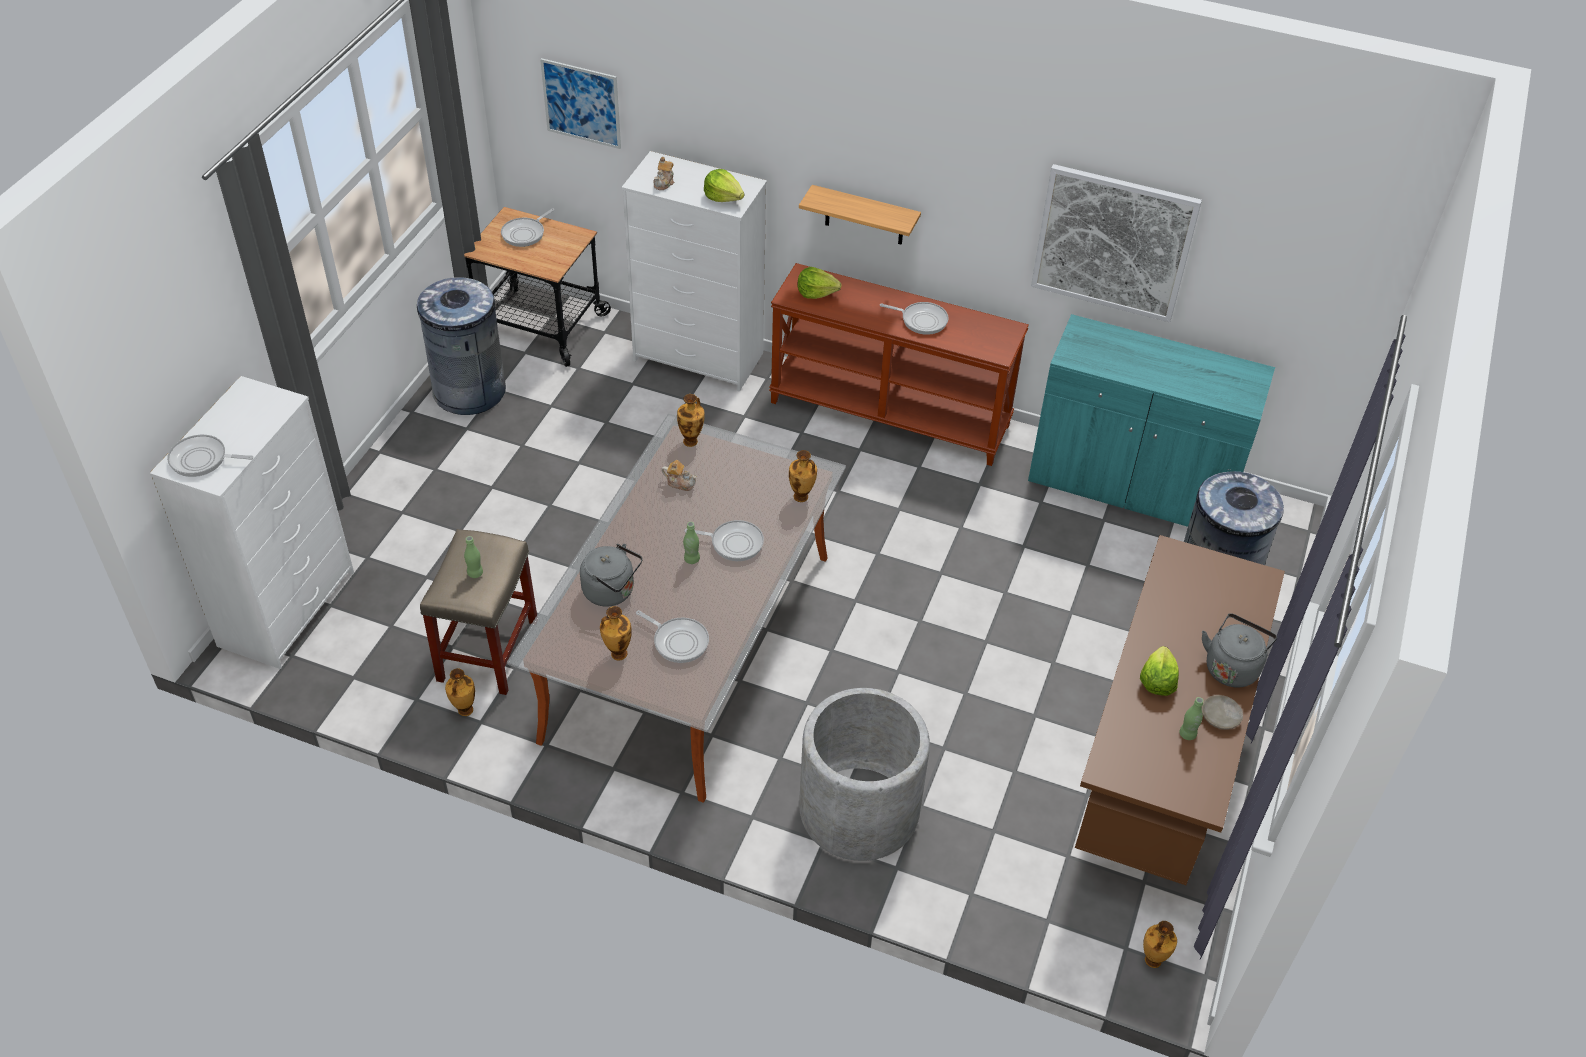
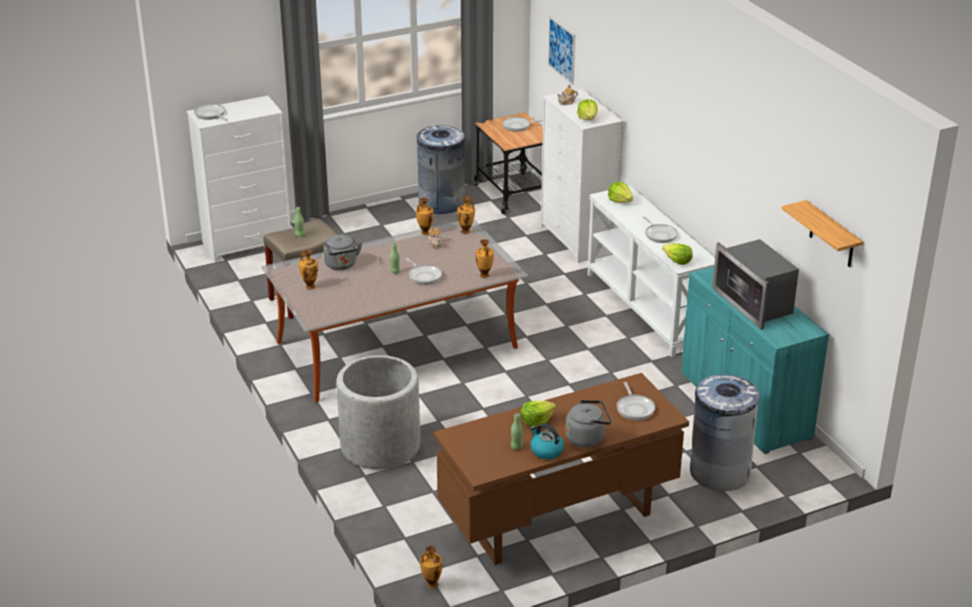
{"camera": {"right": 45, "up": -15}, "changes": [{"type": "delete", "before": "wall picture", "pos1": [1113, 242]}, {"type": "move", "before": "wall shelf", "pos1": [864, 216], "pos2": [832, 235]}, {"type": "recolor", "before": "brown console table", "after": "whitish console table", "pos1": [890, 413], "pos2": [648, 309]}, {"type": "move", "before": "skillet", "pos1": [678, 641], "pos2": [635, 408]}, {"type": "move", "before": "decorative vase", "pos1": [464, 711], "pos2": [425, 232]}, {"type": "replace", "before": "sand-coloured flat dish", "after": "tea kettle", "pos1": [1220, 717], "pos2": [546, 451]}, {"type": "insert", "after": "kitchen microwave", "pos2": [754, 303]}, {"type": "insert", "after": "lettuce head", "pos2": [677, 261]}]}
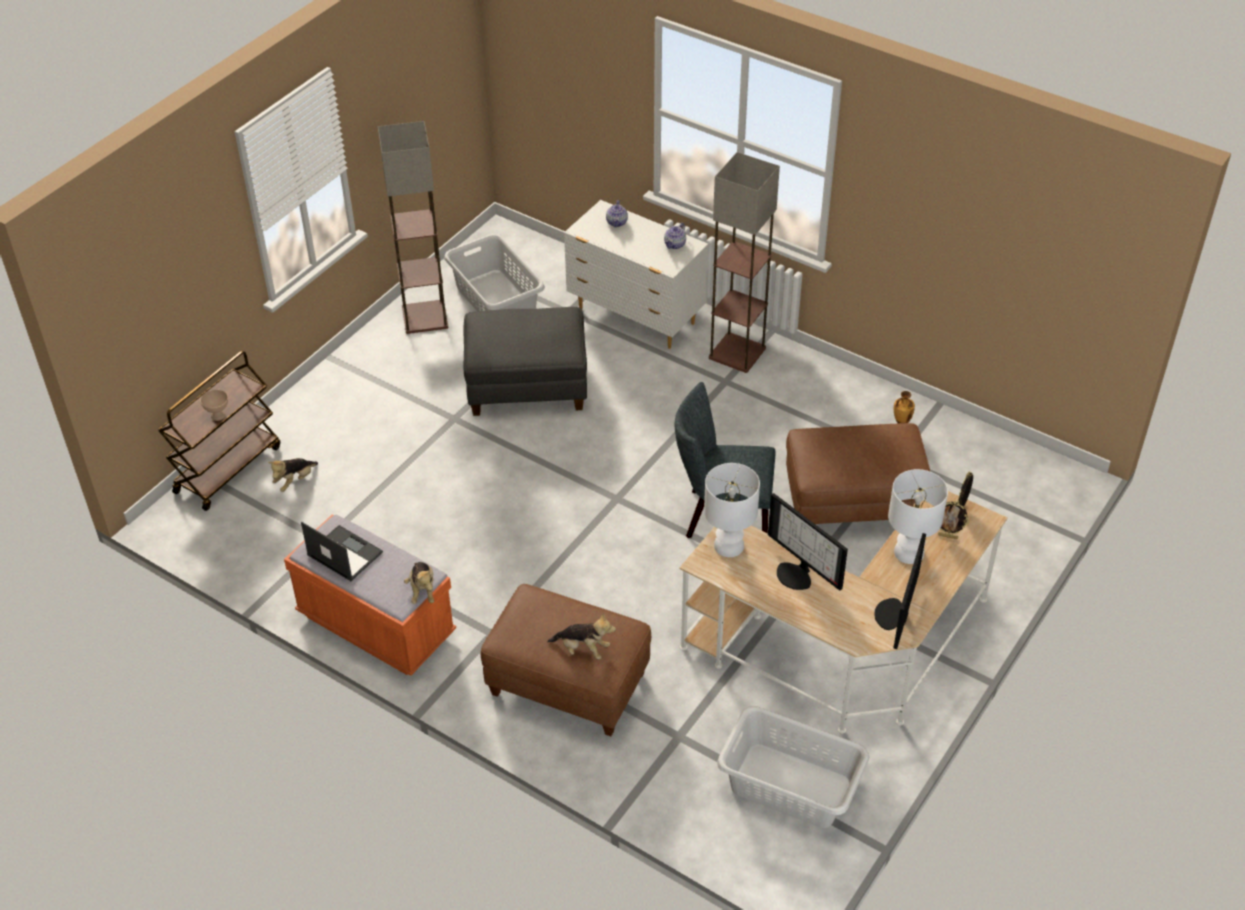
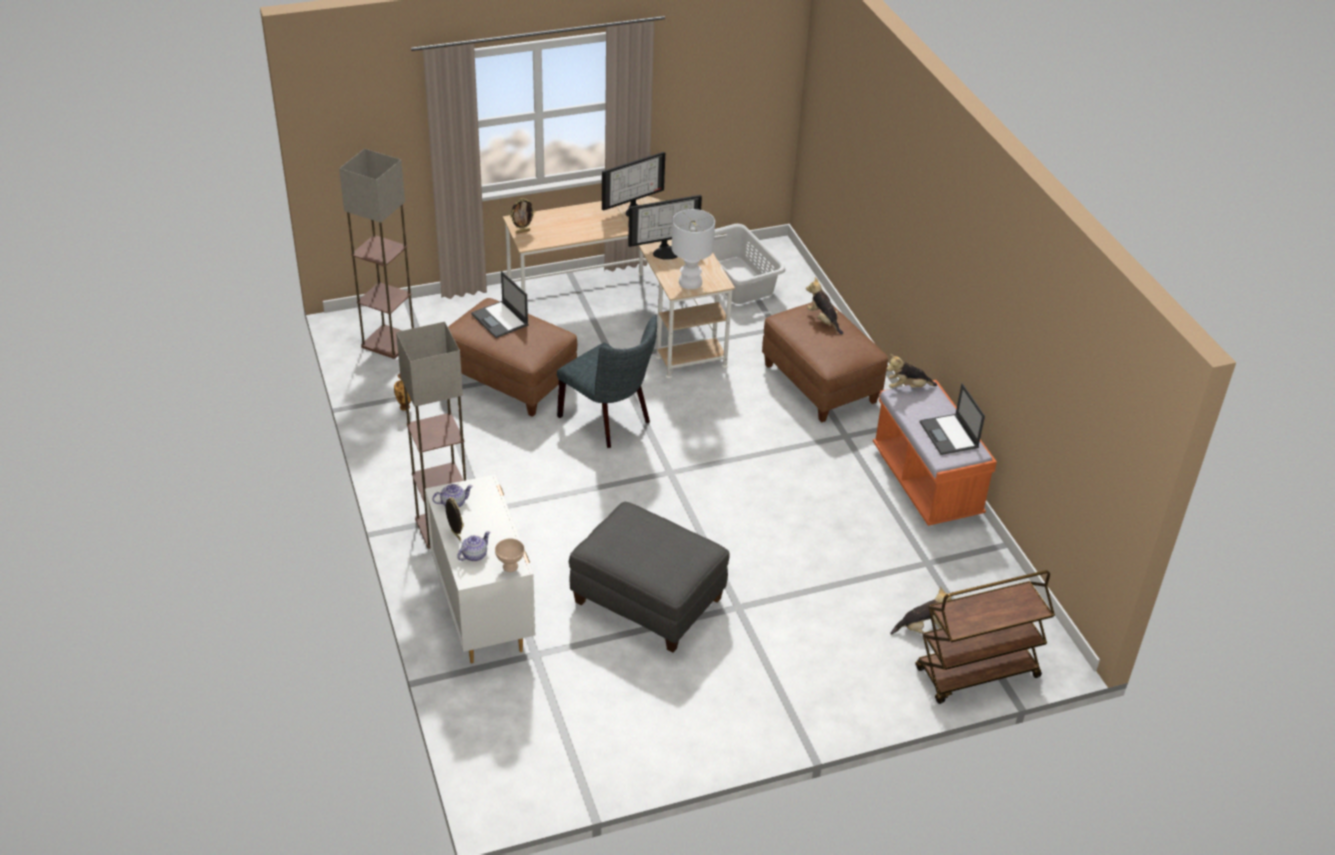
{"camera": {"right": -145, "up": -5}, "changes": [{"type": "move", "before": "standing lamp", "pos1": [425, 317], "pos2": [387, 342]}, {"type": "delete", "before": "gray hamper", "pos1": [495, 299]}, {"type": "move", "before": "sand-coloured serving bowl", "pos1": [217, 416], "pos2": [511, 566]}, {"type": "delete", "before": "whitish lamp for a table", "pos1": [909, 553]}, {"type": "rotate", "before": "computer display", "pos1": [797, 574], "pos2": [667, 251], "turn": 75}, {"type": "move", "before": "photo frame", "pos1": [948, 536], "pos2": [455, 535]}, {"type": "rotate", "before": "soft toy", "pos1": [422, 590], "pos2": [907, 387], "turn": -120}, {"type": "insert", "after": "notebook computer", "pos2": [500, 320]}]}
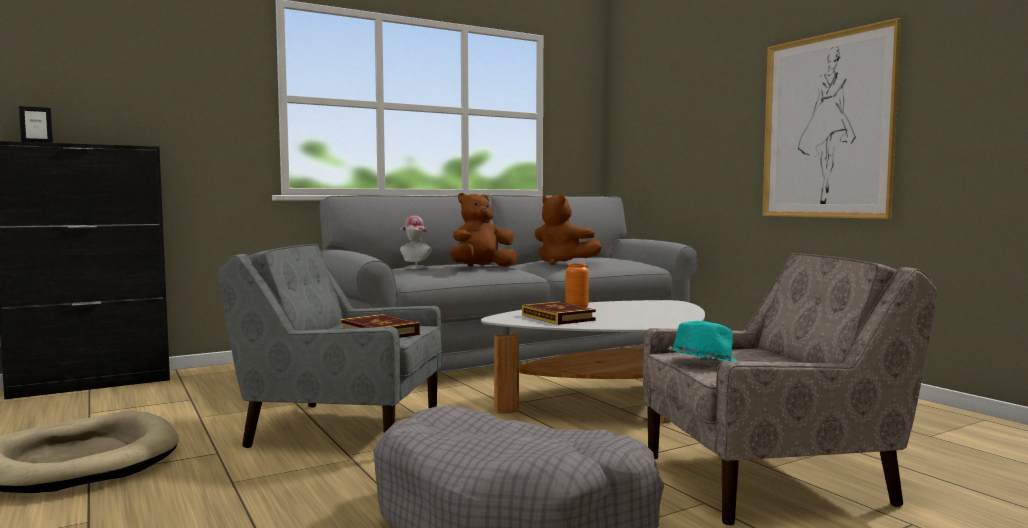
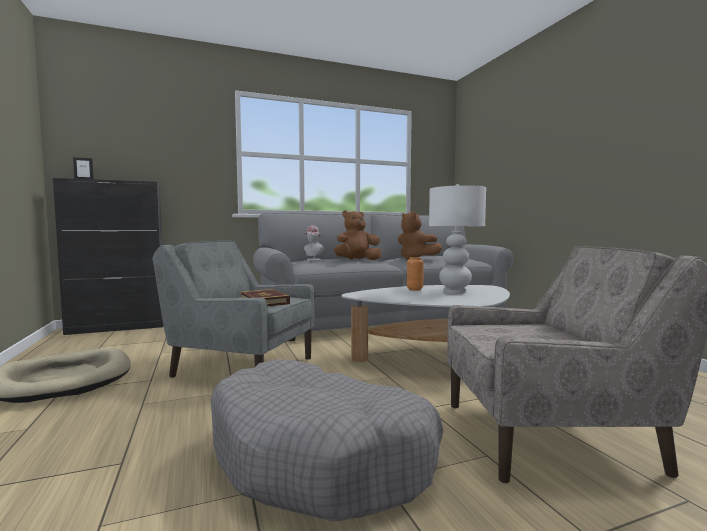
{"camera": {"right": 10, "up": 0}, "changes": [{"type": "delete", "before": "wall picture", "pos1": [826, 126]}, {"type": "delete", "before": "bound book", "pos1": [558, 317]}, {"type": "delete", "before": "blue-green clothing hat", "pos1": [702, 363]}, {"type": "insert", "after": "whitish lamp for a table", "pos2": [455, 292]}]}
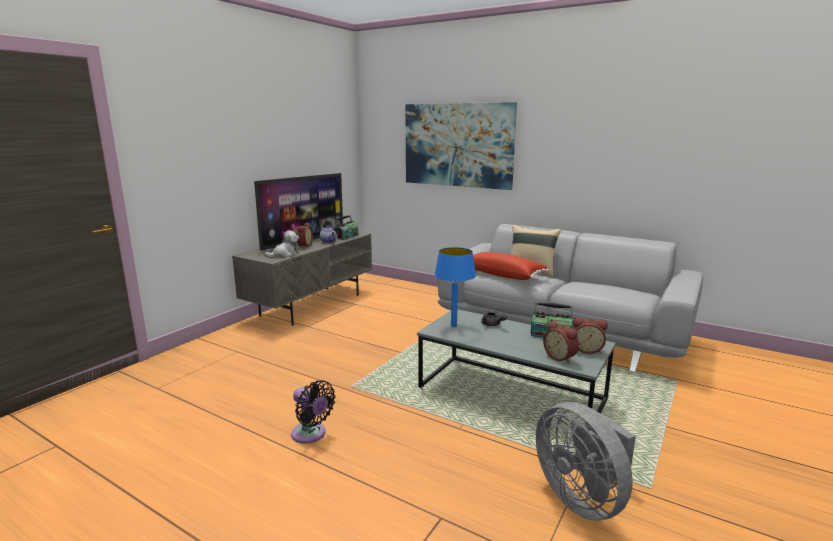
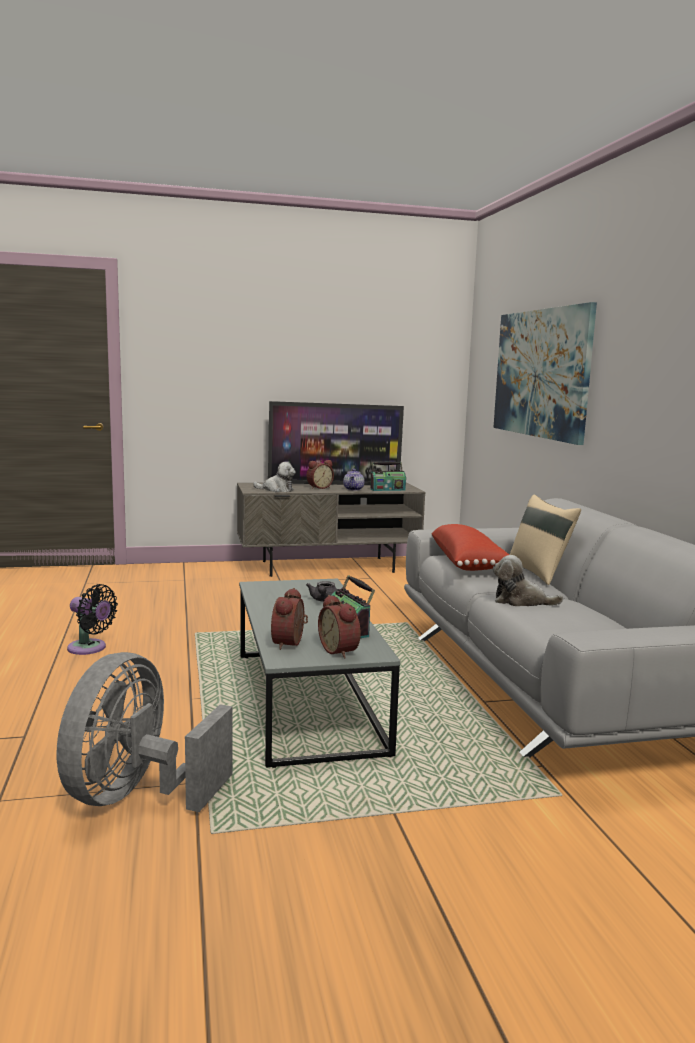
{"camera": {"right": 45, "up": -5}, "changes": [{"type": "delete", "before": "bluish lamp for a table", "pos1": [454, 325]}, {"type": "rotate", "before": "black-coloured electric fan", "pos1": [311, 434], "pos2": [90, 648], "turn": -60}, {"type": "insert", "after": "soft toy", "pos2": [521, 601]}]}
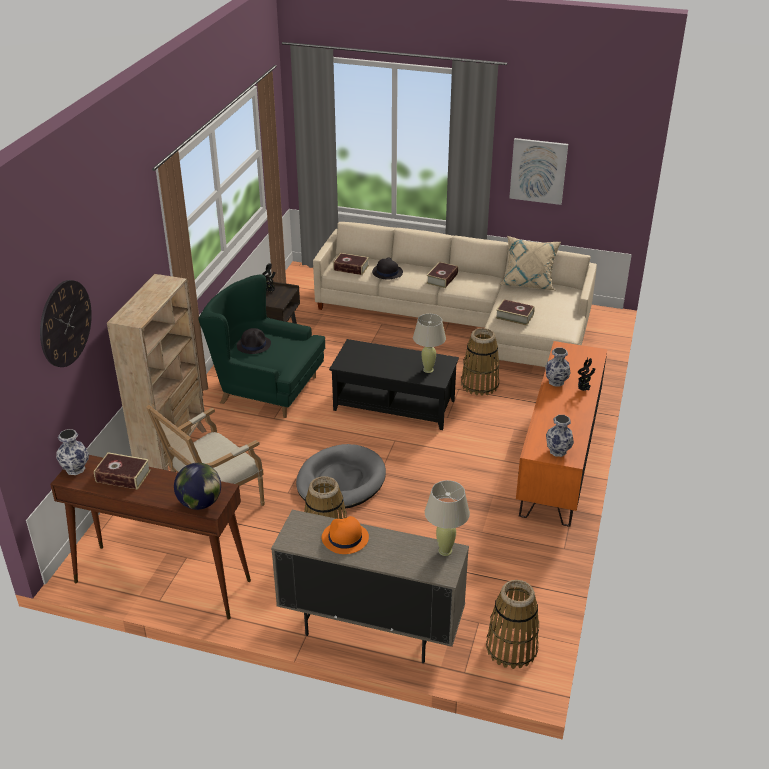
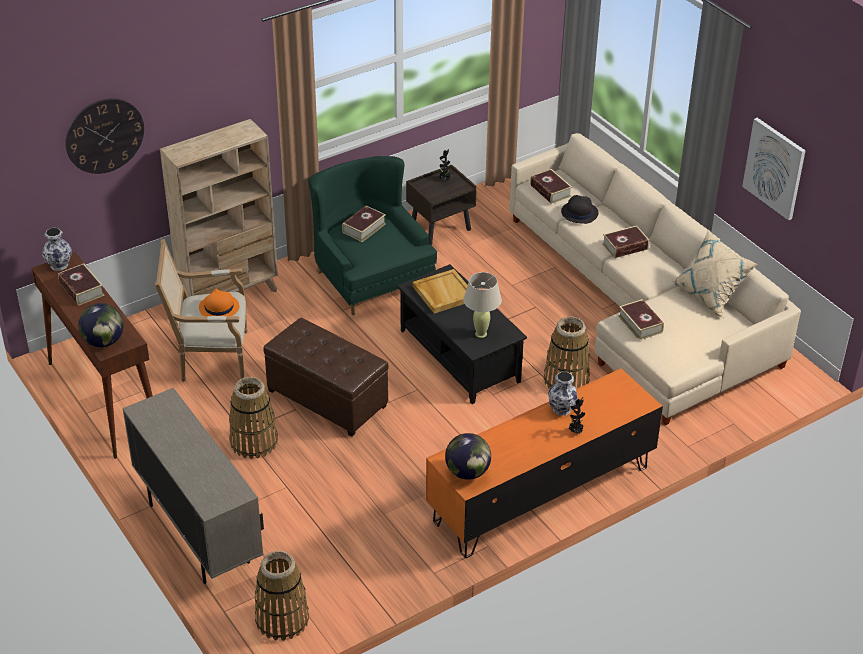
{"camera": {"right": 40, "up": 5}, "changes": [{"type": "replace", "before": "black-coloured clothing hat", "after": "bound book", "pos1": [254, 345], "pos2": [364, 228]}, {"type": "replace", "before": "decorative vase", "after": "desk globe", "pos1": [558, 451], "pos2": [467, 472]}, {"type": "replace", "before": "gray pet bed", "after": "brown footrest", "pos1": [340, 481], "pos2": [327, 399]}, {"type": "delete", "before": "sand-coloured lamp for a table", "pos1": [445, 551]}, {"type": "move", "before": "orange-coloured clothing hat", "pos1": [345, 538], "pos2": [218, 308]}, {"type": "insert", "after": "sand-coloured tray", "pos2": [443, 293]}]}
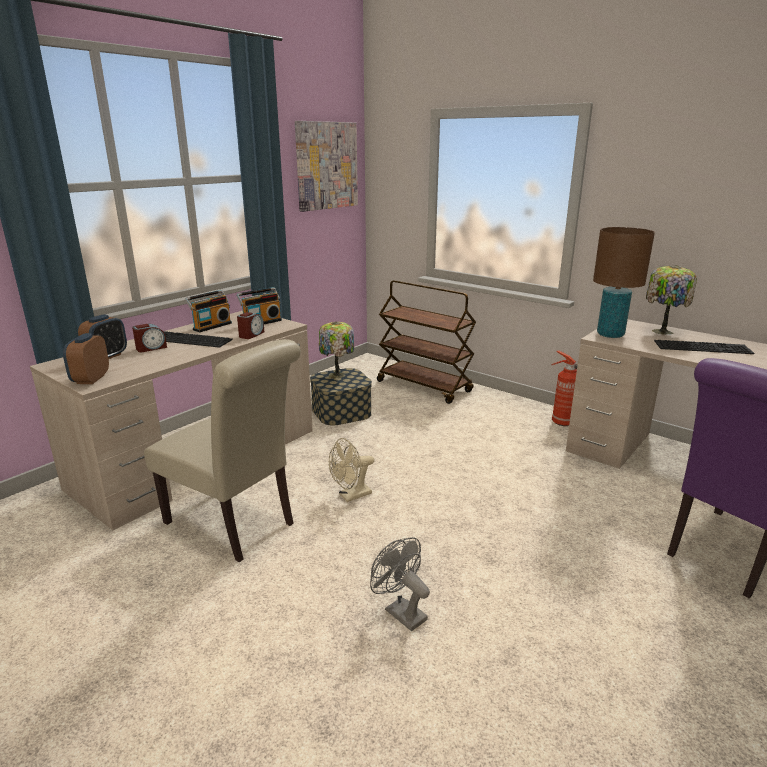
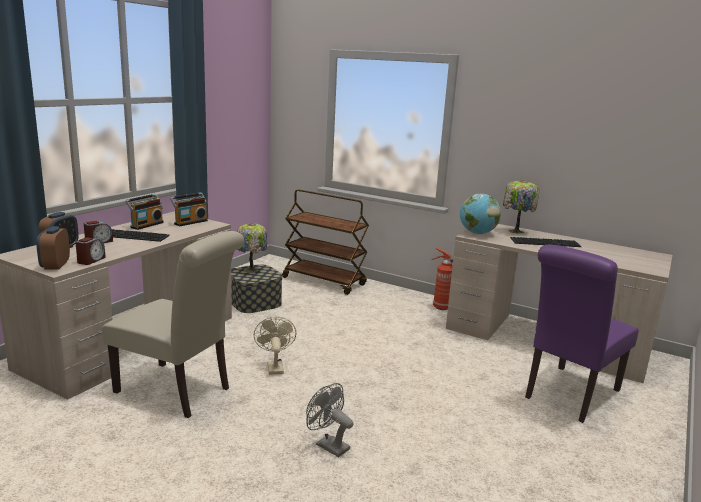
{"camera": {"right": -10, "up": -5}, "changes": [{"type": "delete", "before": "wall picture", "pos1": [326, 166]}, {"type": "replace", "before": "brown lamp for a table", "after": "desk globe", "pos1": [610, 334], "pos2": [477, 233]}, {"type": "move", "before": "bedside clock", "pos1": [251, 335], "pos2": [91, 260]}, {"type": "rotate", "before": "sand-coloured electric fan", "pos1": [351, 496], "pos2": [274, 366], "turn": 120}]}
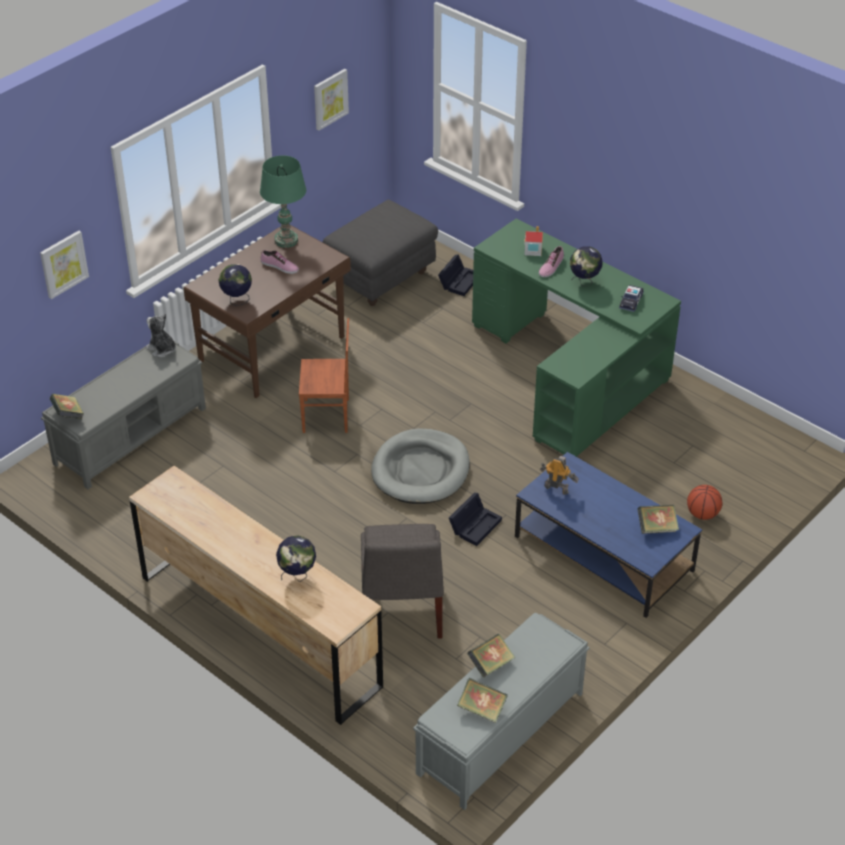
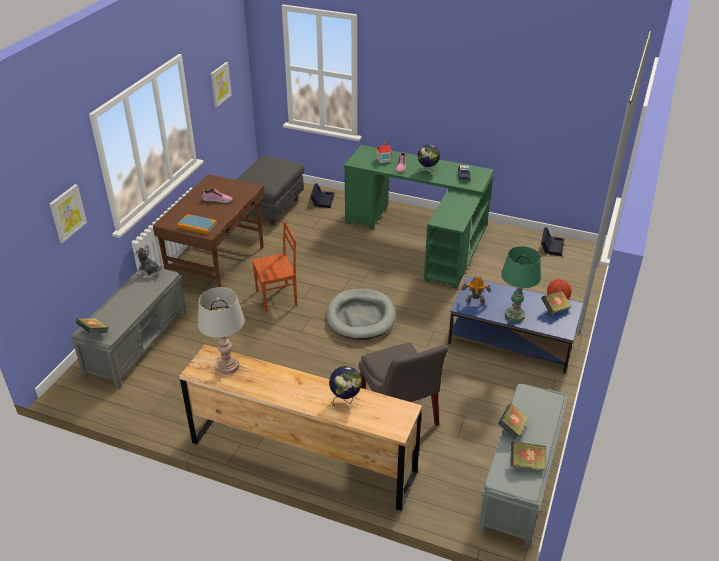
{"camera": {"right": -20, "up": -5}, "changes": [{"type": "move", "before": "green-coloured lamp for a table", "pos1": [286, 240], "pos2": [514, 315]}, {"type": "replace", "before": "desk globe", "after": "bound book", "pos1": [237, 300], "pos2": [197, 226]}, {"type": "move", "before": "black-coloured storage container", "pos1": [475, 524], "pos2": [551, 246]}, {"type": "insert", "after": "gray lamp for a table", "pos2": [227, 366]}]}
